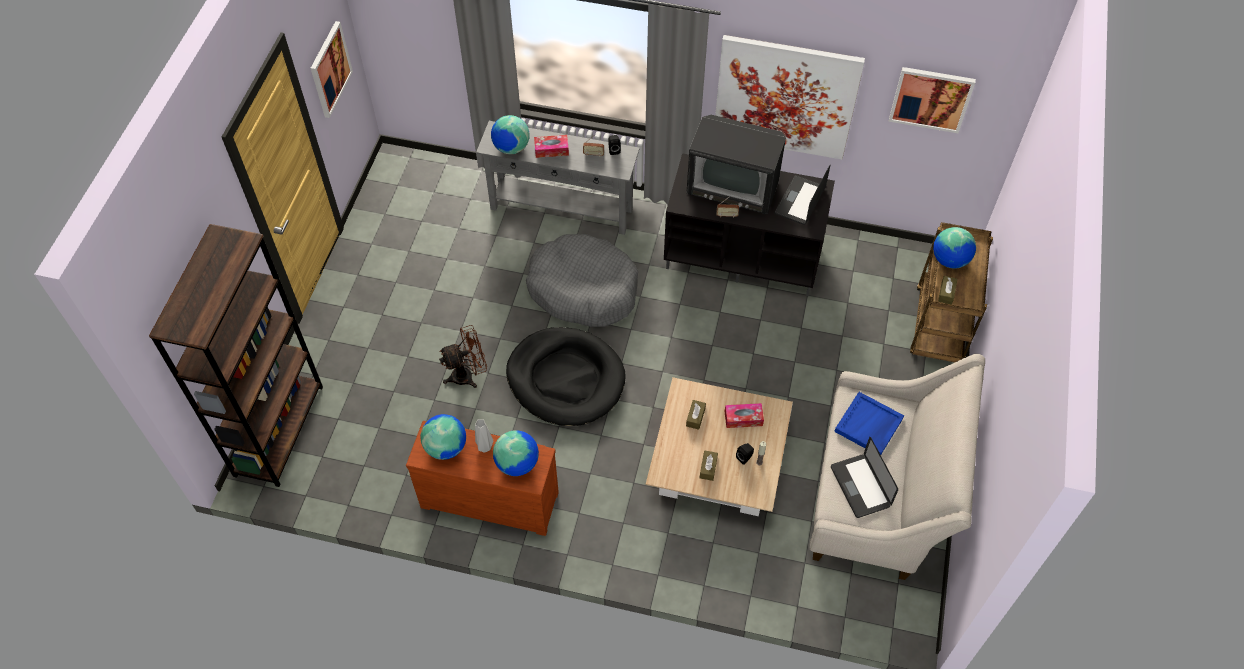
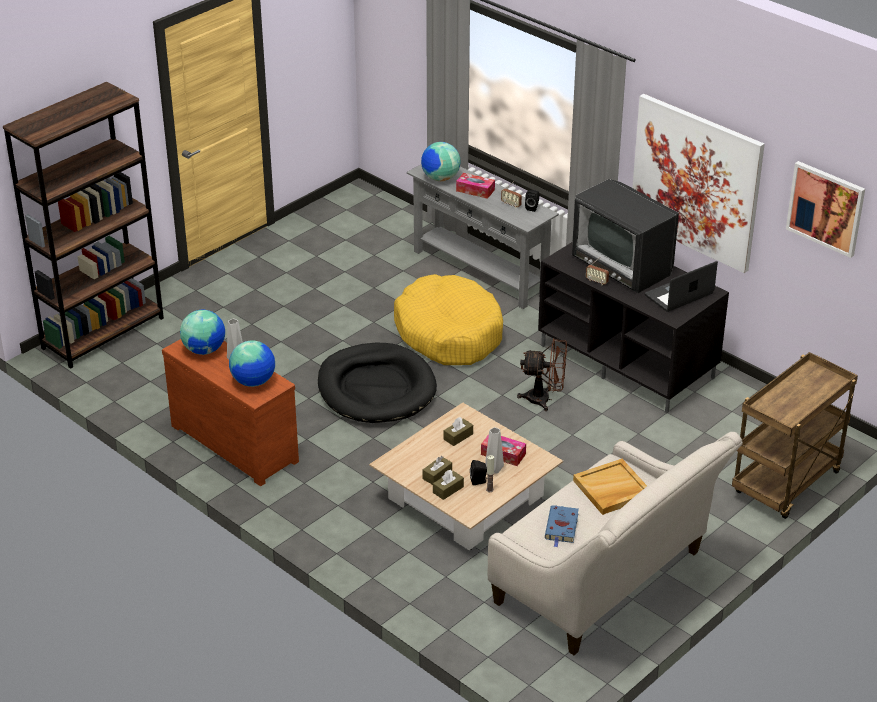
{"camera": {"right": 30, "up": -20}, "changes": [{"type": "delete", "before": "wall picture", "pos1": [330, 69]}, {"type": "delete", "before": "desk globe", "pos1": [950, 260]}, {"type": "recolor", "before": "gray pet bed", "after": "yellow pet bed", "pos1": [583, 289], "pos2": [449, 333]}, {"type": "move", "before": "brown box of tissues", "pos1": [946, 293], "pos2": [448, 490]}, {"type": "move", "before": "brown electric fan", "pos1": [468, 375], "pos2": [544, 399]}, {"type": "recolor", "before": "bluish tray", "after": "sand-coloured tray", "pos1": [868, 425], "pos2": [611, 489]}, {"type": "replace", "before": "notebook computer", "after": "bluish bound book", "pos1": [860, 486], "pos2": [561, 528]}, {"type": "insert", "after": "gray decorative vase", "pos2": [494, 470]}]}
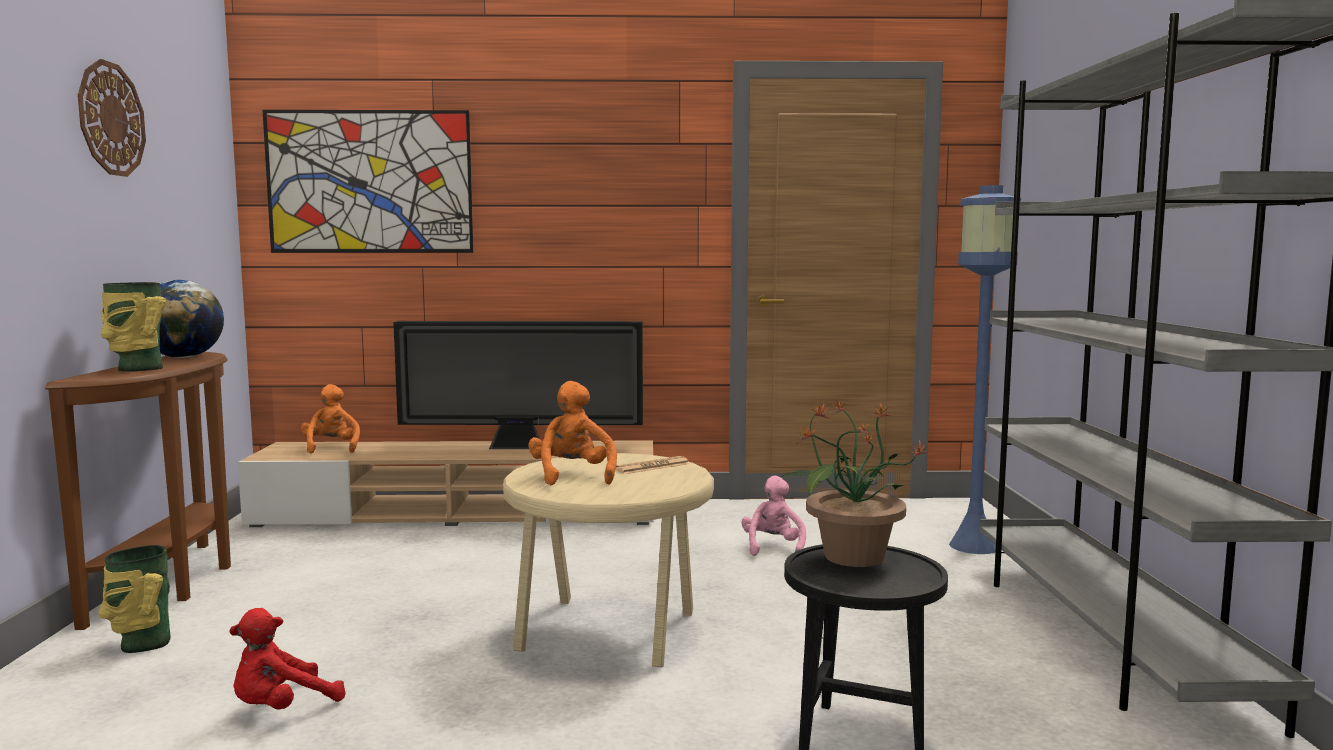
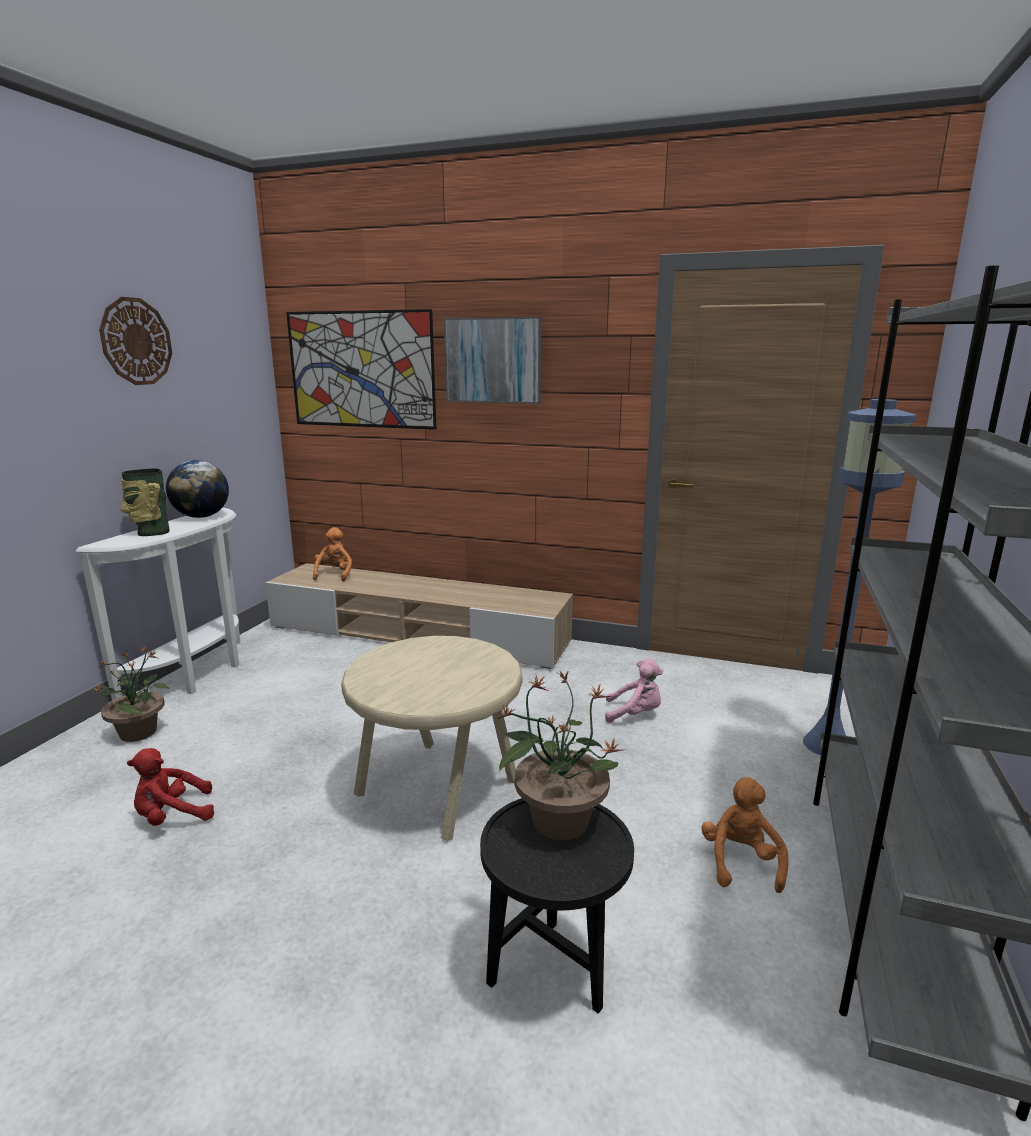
{"camera": {"right": 20, "up": 10}, "changes": [{"type": "delete", "before": "TV set", "pos1": [521, 447]}, {"type": "recolor", "before": "brown console table", "after": "whitish console table", "pos1": [176, 582], "pos2": [198, 674]}, {"type": "move", "before": "orange-coloured soft toy", "pos1": [572, 476], "pos2": [740, 862]}, {"type": "delete", "before": "daily paper", "pos1": [652, 466]}, {"type": "rotate", "before": "pinkish soft toy", "pos1": [773, 548], "pos2": [635, 714], "turn": 75}, {"type": "replace", "before": "decorative vase", "after": "houseplant", "pos1": [142, 644], "pos2": [139, 732]}, {"type": "insert", "after": "wall picture", "pos2": [493, 360]}]}
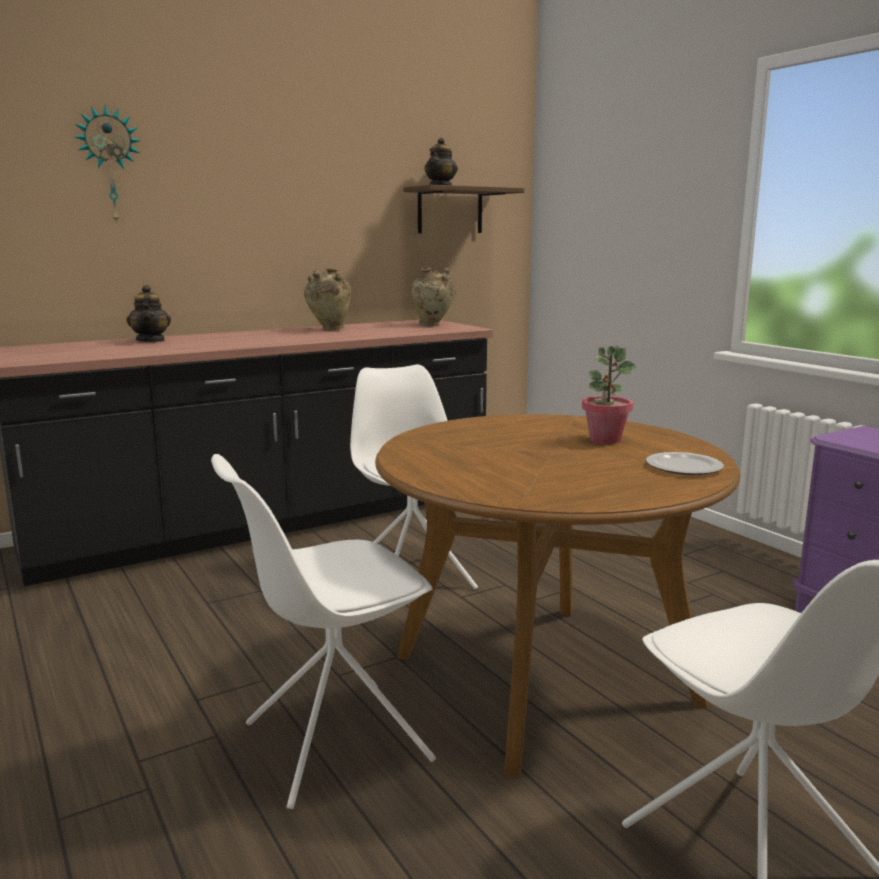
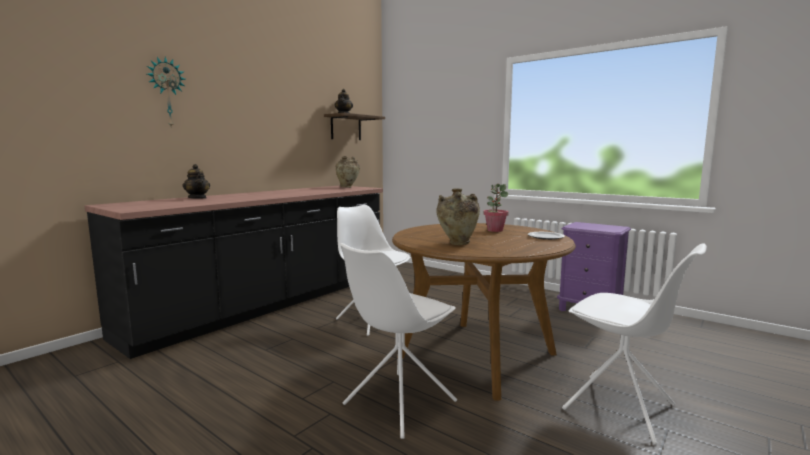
{"camera": {"right": -20, "up": -5}, "changes": [{"type": "move", "before": "sand-coloured decorative vase", "pos1": [329, 329], "pos2": [457, 244]}]}
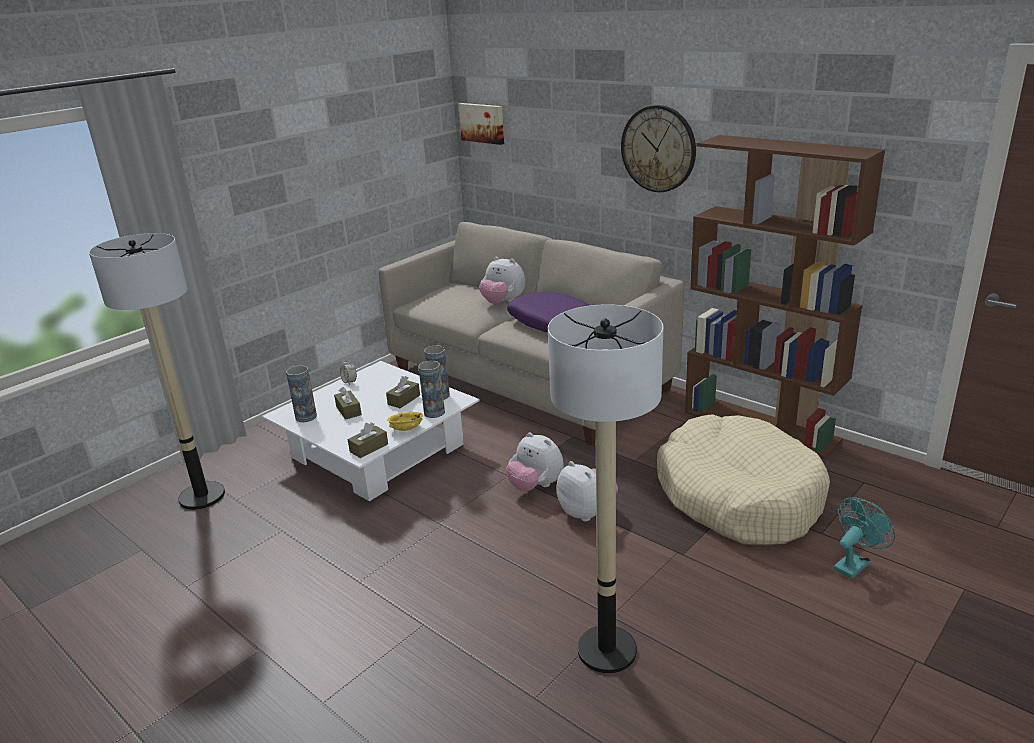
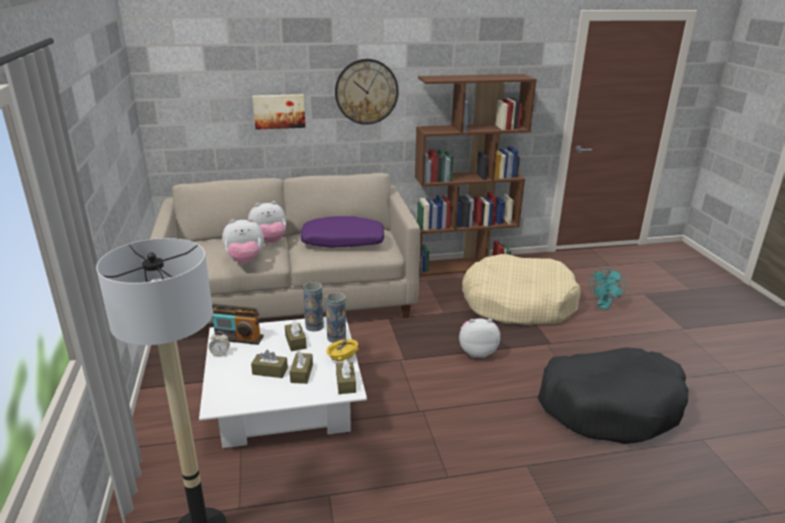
{"camera": {"right": -55, "up": 0}, "changes": [{"type": "move", "before": "wall picture", "pos1": [482, 123], "pos2": [279, 111]}, {"type": "replace", "before": "standing lamp", "after": "black-coloured pet bed", "pos1": [606, 650], "pos2": [610, 406]}, {"type": "delete", "before": "decorative vase", "pos1": [306, 417]}, {"type": "move", "before": "soft toy", "pos1": [535, 486], "pos2": [245, 260]}, {"type": "rotate", "before": "blue-green electric fan", "pos1": [854, 564], "pos2": [603, 306], "turn": -150}, {"type": "insert", "after": "radio set", "pos2": [238, 338]}, {"type": "insert", "after": "brown box of tissues", "pos2": [301, 373]}]}
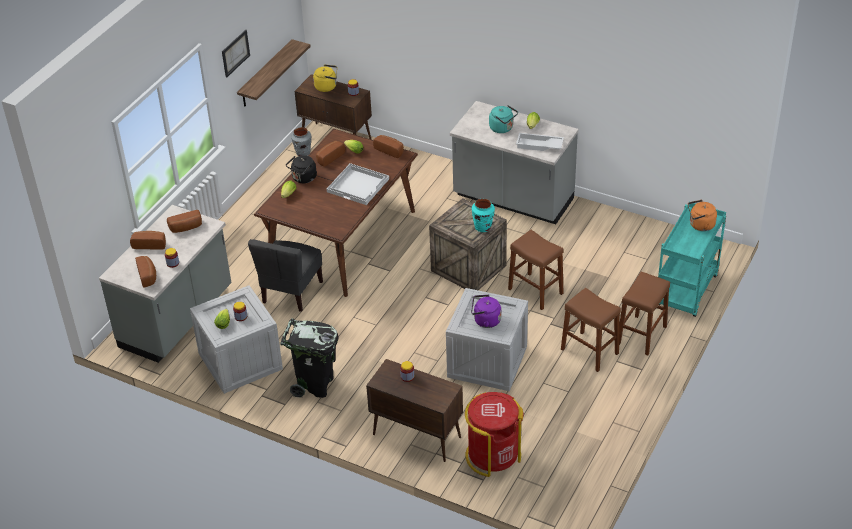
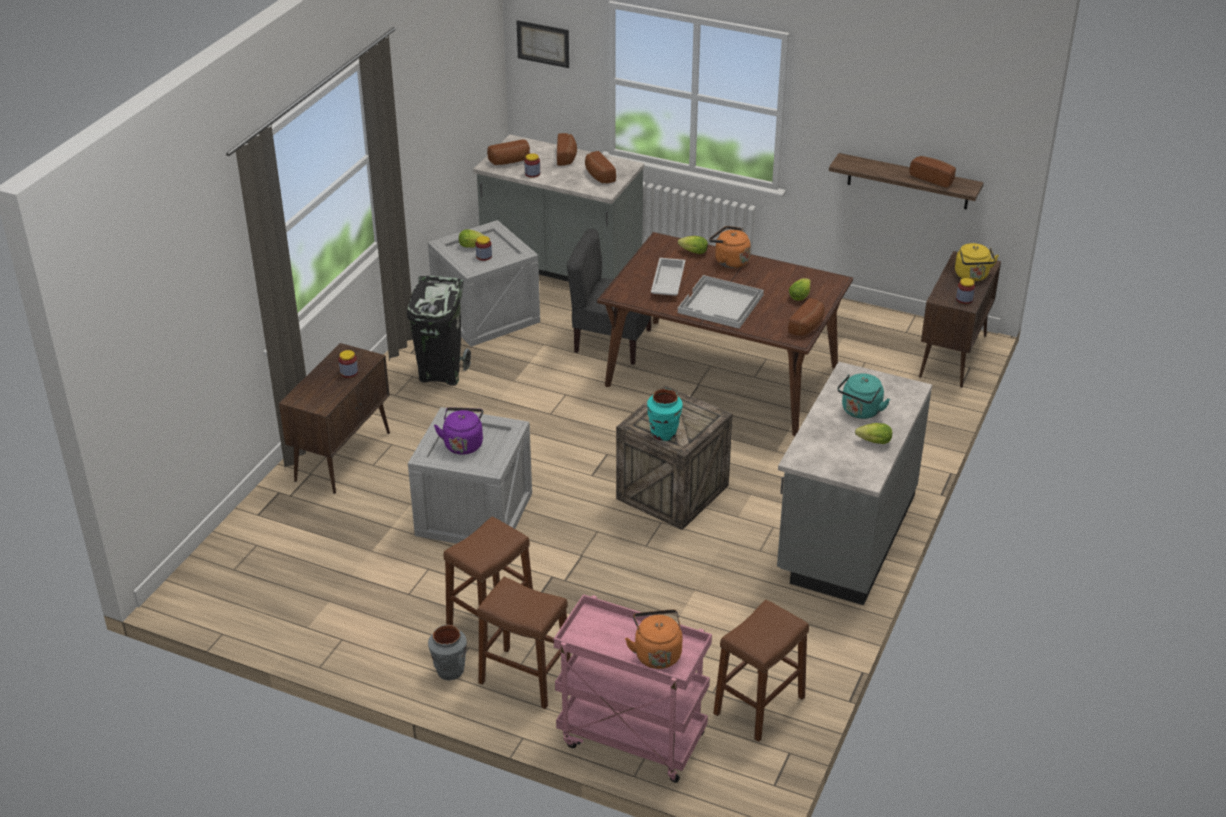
{"camera": {"right": 85, "up": -5}, "changes": [{"type": "move", "before": "wall picture", "pos1": [235, 53], "pos2": [543, 43]}, {"type": "move", "before": "gray decorative vase", "pos1": [303, 153], "pos2": [450, 671]}, {"type": "move", "before": "whitish tray", "pos1": [539, 145], "pos2": [667, 282]}, {"type": "move", "before": "baked bread", "pos1": [329, 157], "pos2": [933, 178]}, {"type": "recolor", "before": "black-coloured tea kettle", "after": "orange-coloured tea kettle", "pos1": [303, 179], "pos2": [729, 261]}, {"type": "recolor", "before": "blue-green cart", "after": "pinkish cart", "pos1": [687, 292], "pos2": [630, 740]}, {"type": "move", "before": "brown sitting stool", "pos1": [535, 291], "pos2": [759, 705]}, {"type": "delete", "before": "red trash can", "pos1": [492, 455]}]}
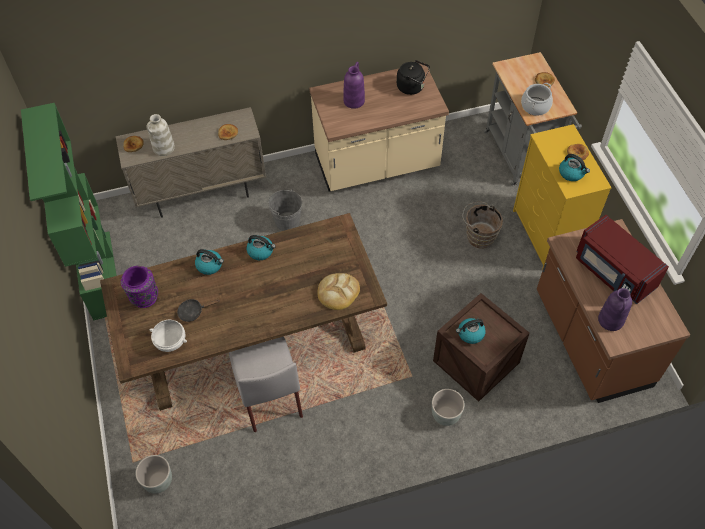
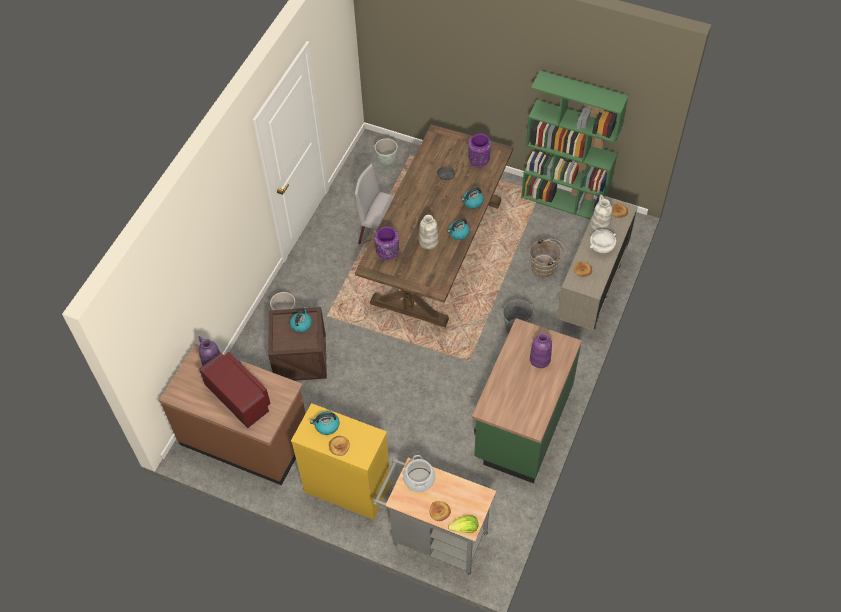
{"camera": {"right": 130, "up": 0}, "changes": [{"type": "delete", "before": "black-coloured tea kettle", "pos1": [412, 87]}, {"type": "recolor", "before": "sand-coloured kitchen counter", "after": "green-coloured kitchen counter", "pos1": [377, 164], "pos2": [522, 423]}, {"type": "move", "before": "brown pail", "pos1": [478, 236], "pos2": [545, 267]}, {"type": "rotate", "before": "red kitchen microwave", "pos1": [613, 272], "pos2": [239, 397], "turn": 45}, {"type": "replace", "before": "baked bread", "after": "purplish decorative vase", "pos1": [338, 292], "pos2": [387, 253]}, {"type": "move", "before": "whitish serving bowl", "pos1": [171, 341], "pos2": [602, 247]}, {"type": "insert", "after": "whitish decorative vase", "pos2": [428, 242]}, {"type": "insert", "after": "lettuce head", "pos2": [465, 528]}]}
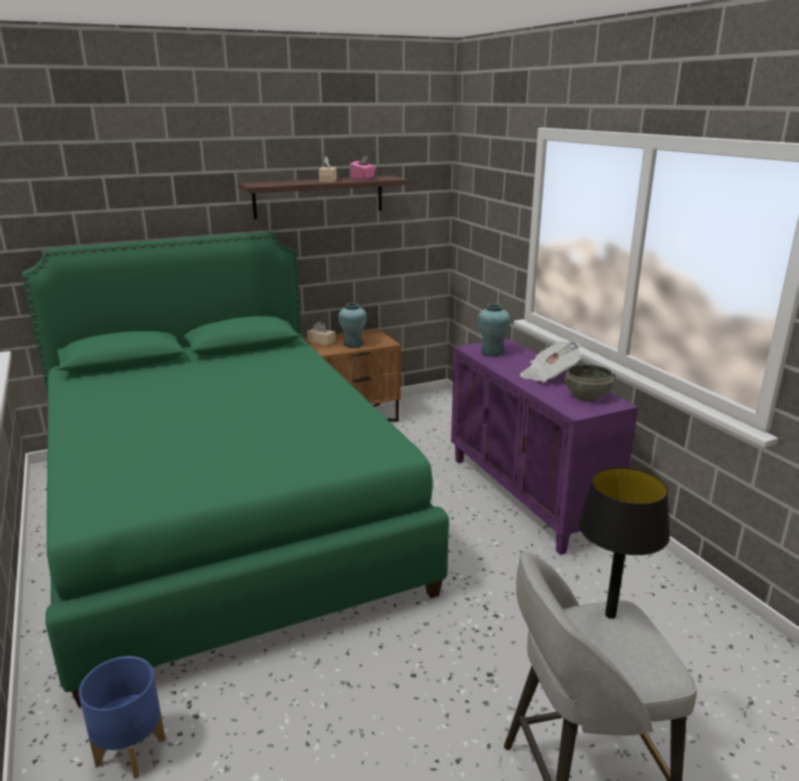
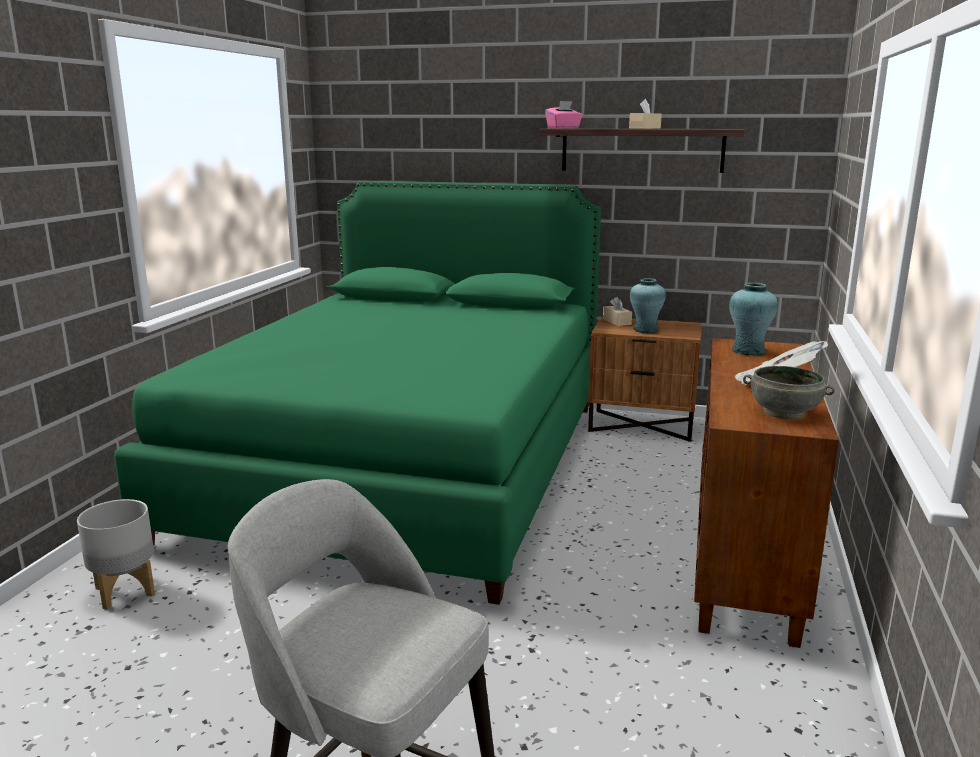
{"camera": {"right": 40, "up": -5}, "changes": [{"type": "move", "before": "pinkish box of tissues", "pos1": [363, 178], "pos2": [563, 128]}, {"type": "recolor", "before": "purplish cabinet", "after": "brown cabinet", "pos1": [528, 496], "pos2": [745, 560]}, {"type": "delete", "before": "black-coloured lamp for a table", "pos1": [610, 615]}, {"type": "recolor", "before": "bluish flower pot", "after": "gray flower pot", "pos1": [130, 751], "pos2": [124, 591]}]}
